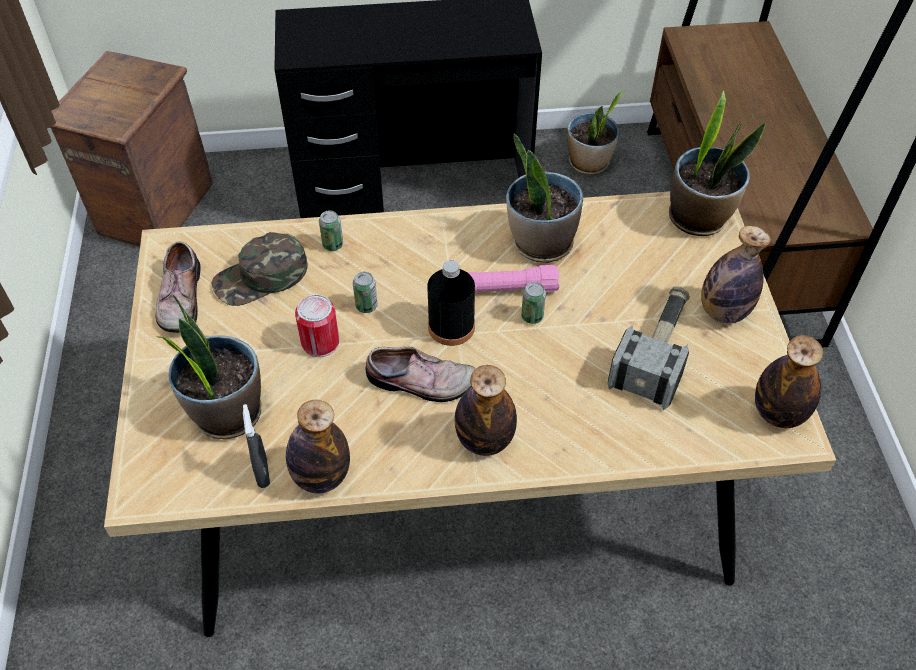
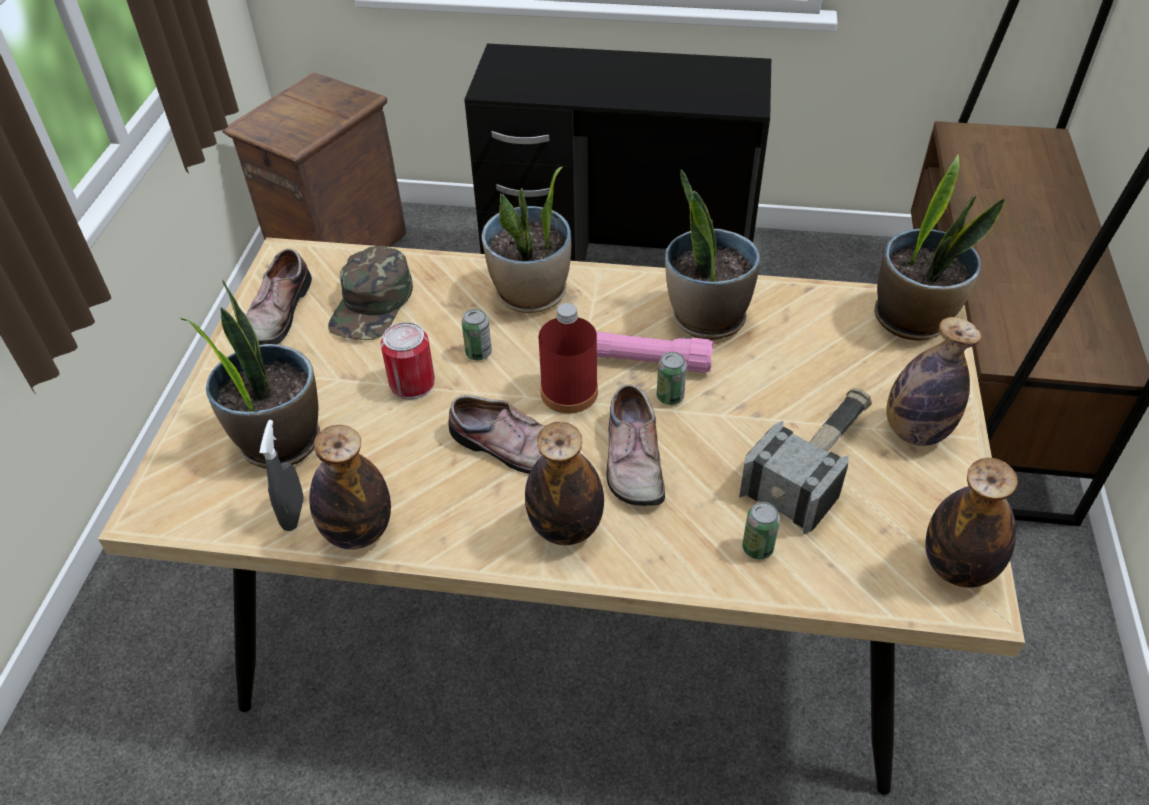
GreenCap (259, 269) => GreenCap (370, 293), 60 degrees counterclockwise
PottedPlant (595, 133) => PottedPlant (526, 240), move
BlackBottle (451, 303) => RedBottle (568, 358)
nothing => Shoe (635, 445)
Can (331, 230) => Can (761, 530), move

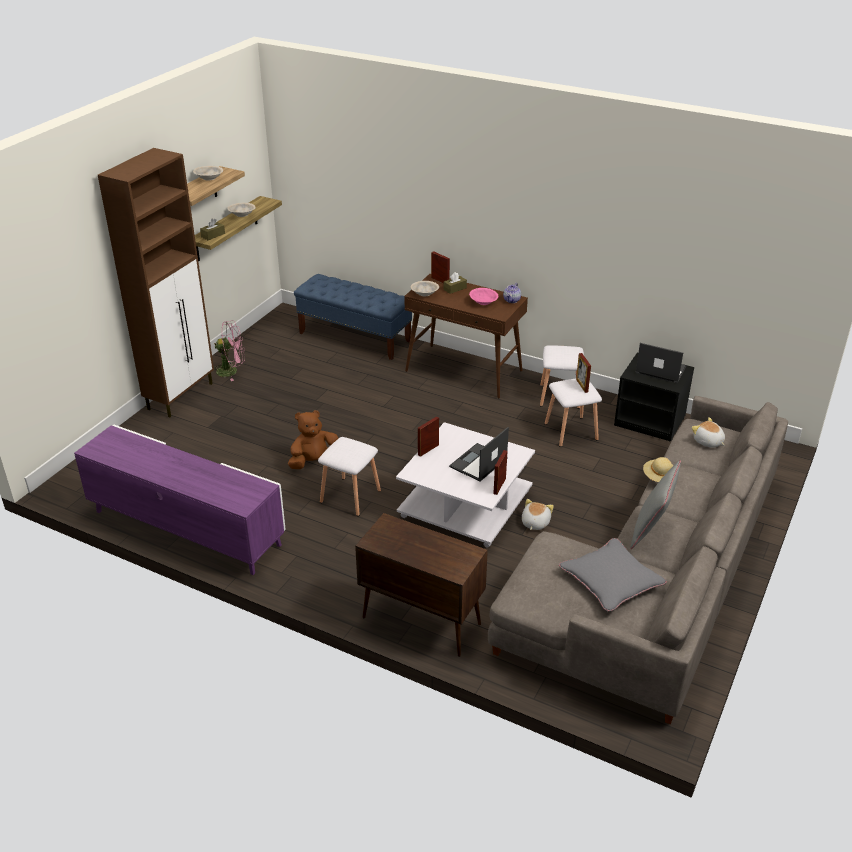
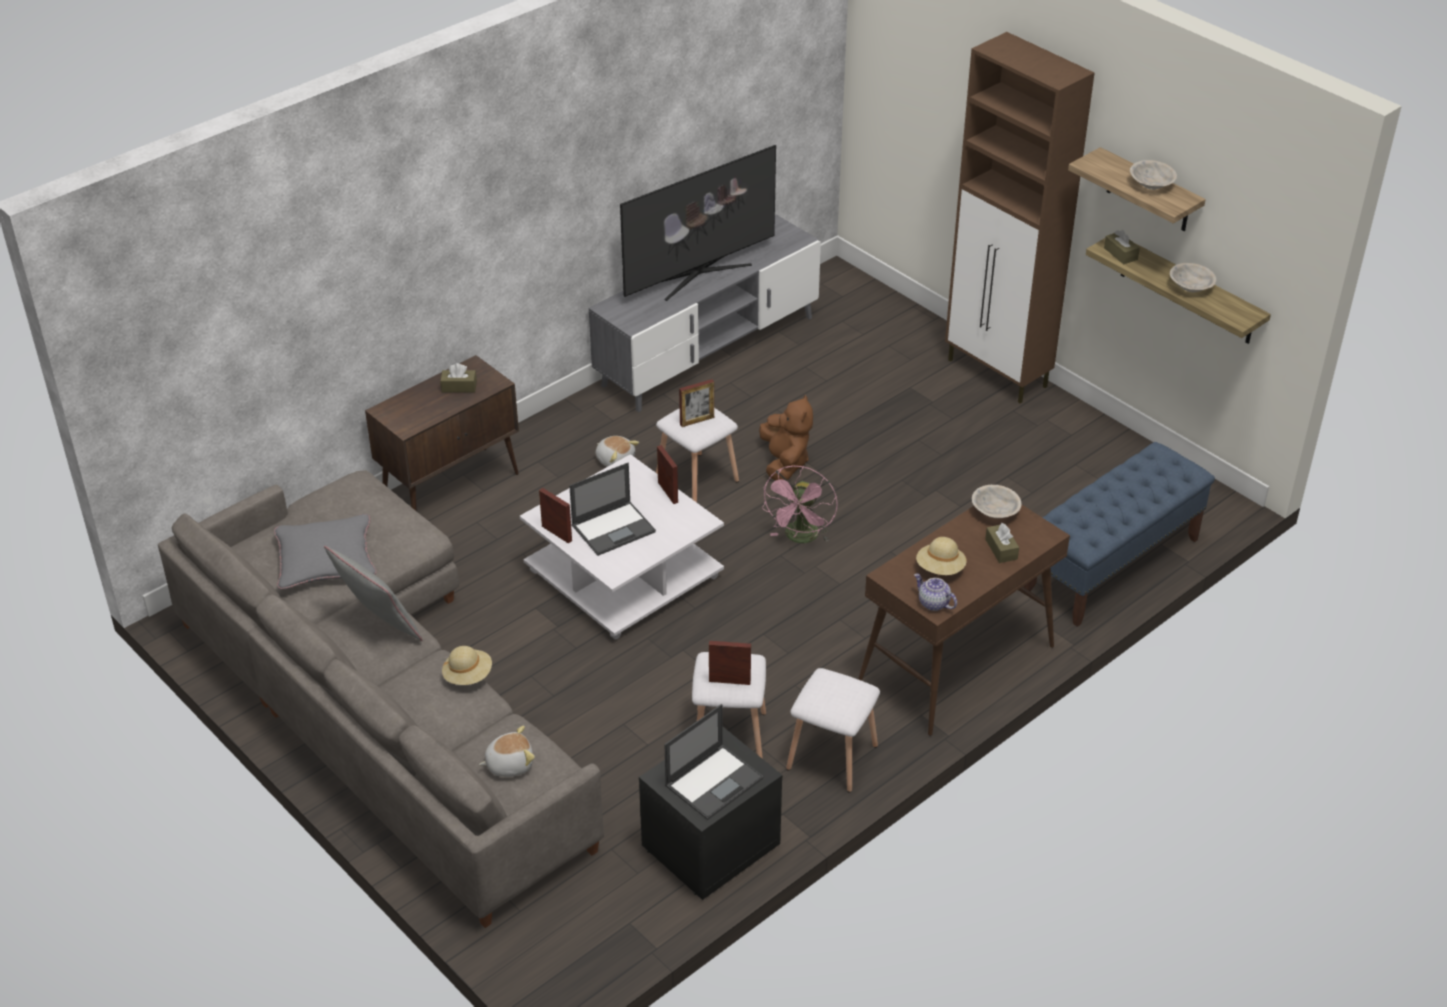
nothing => BrownTissueBox (458, 378)
Laptop (479, 454) => Laptop (612, 509), 90 degrees clockwise
PurpleTvStand (180, 500) => GreyTvStand (705, 313)
PlushToy (538, 514) => PlushToy (617, 451), move
nothing => Television (698, 223)
PictureFrame (440, 267) => PictureFrame (696, 403), move
PinkFan (229, 350) => PinkFan (800, 504), move
PinkBowl (484, 296) => BeigeHat (941, 556)

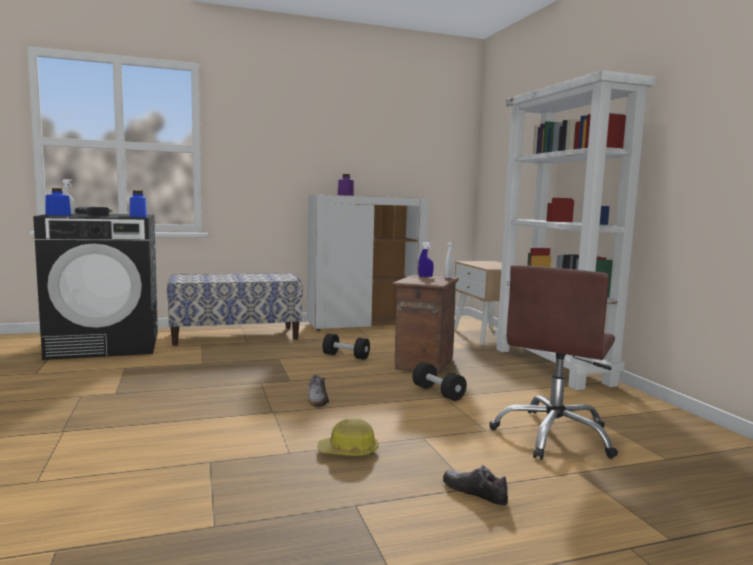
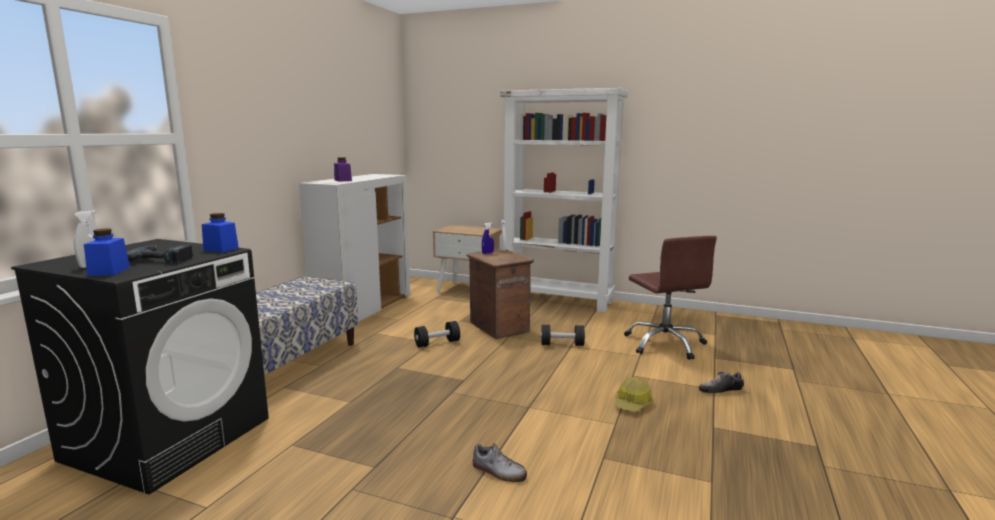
Shoe (318, 391) => Shoe (500, 462), move

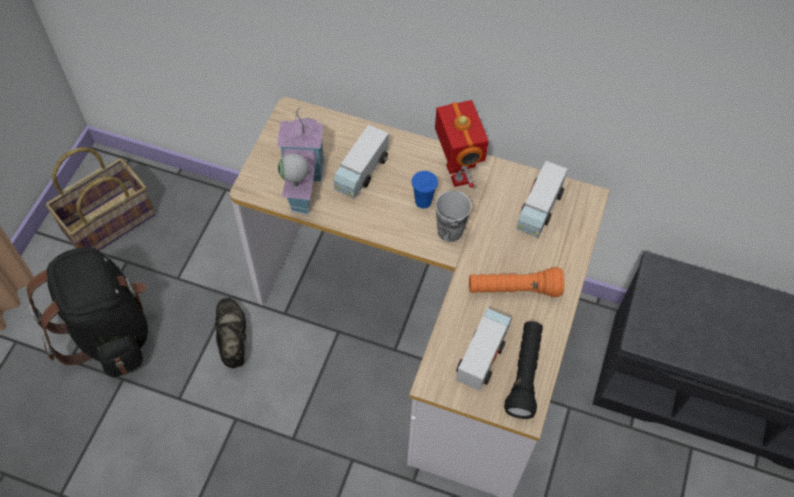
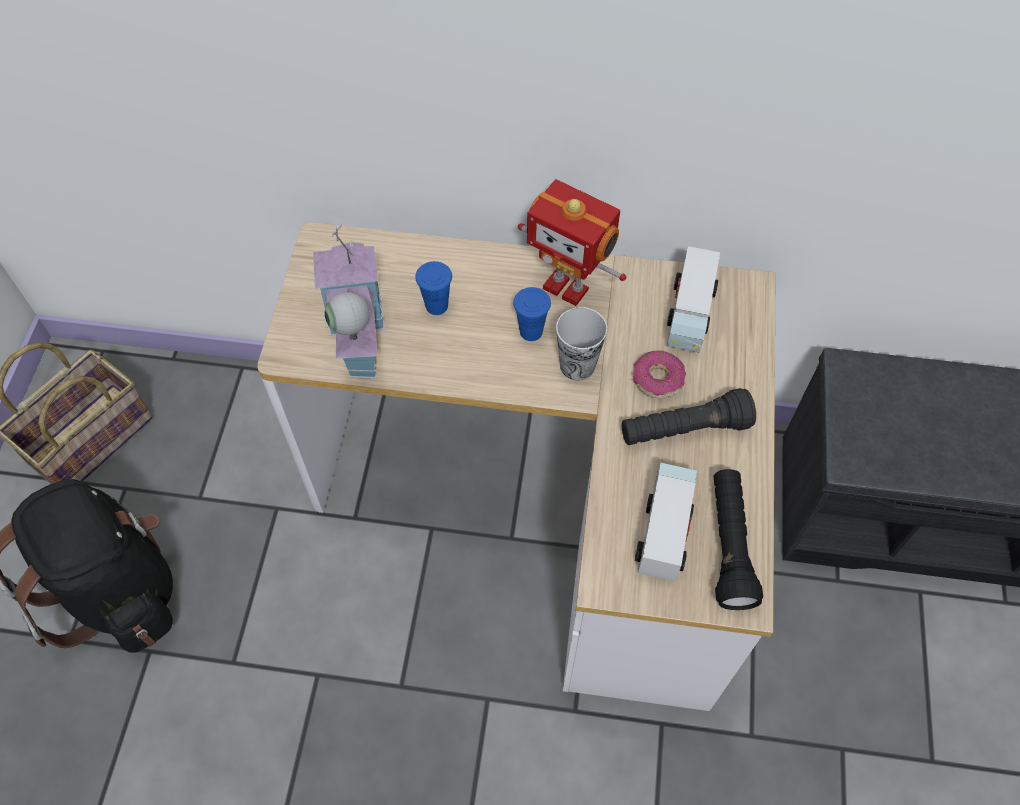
ToyTruck (361, 162) => BlueCup (433, 288)
ToyRobot (462, 144) => ToyRobot (572, 242), 150 degrees clockwise
OrangeFlashlight (516, 282) => BlackFlashlight (689, 416)
nothing => Donut (659, 375)
BlackShoe (230, 333) => nothing

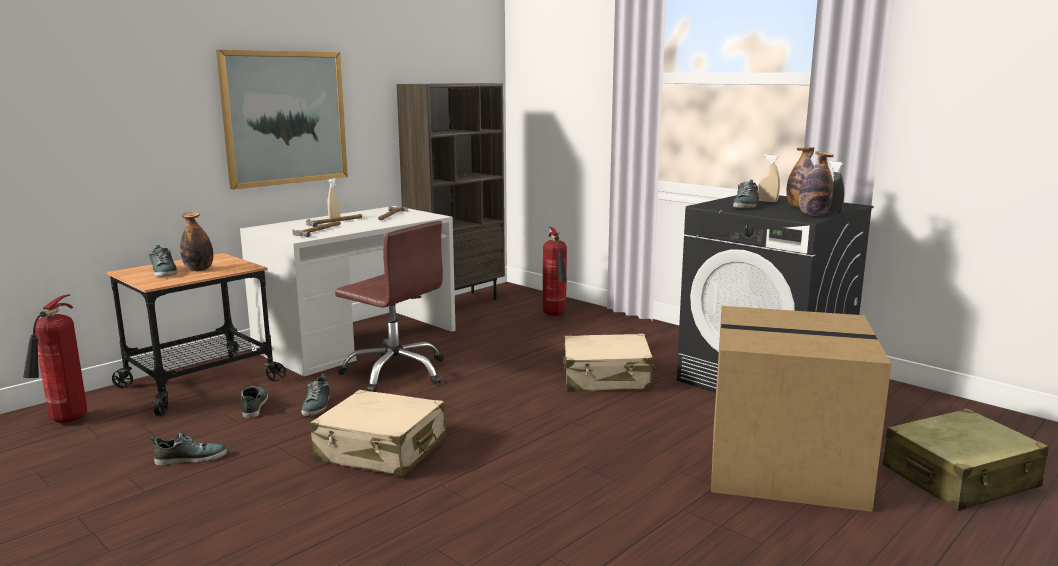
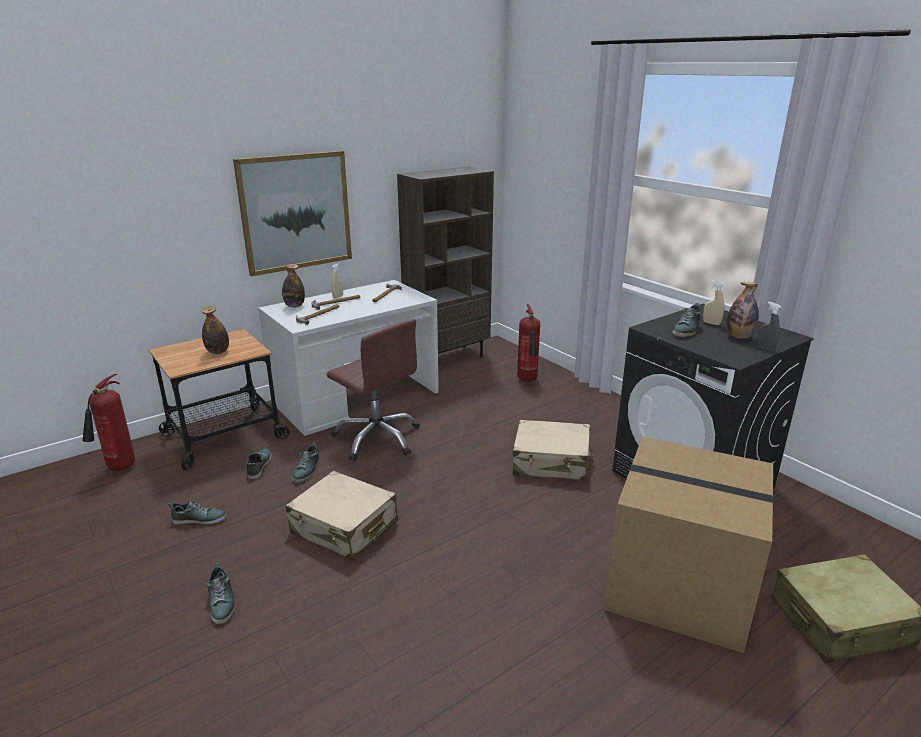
Shoe (163, 261) => Shoe (221, 593), move
Bottle (816, 184) => Bottle (293, 286), move

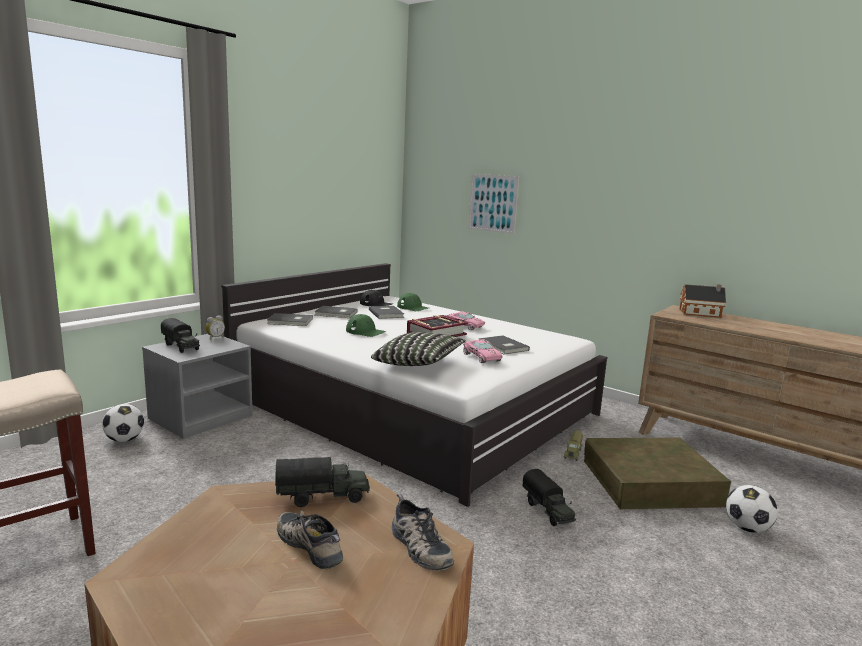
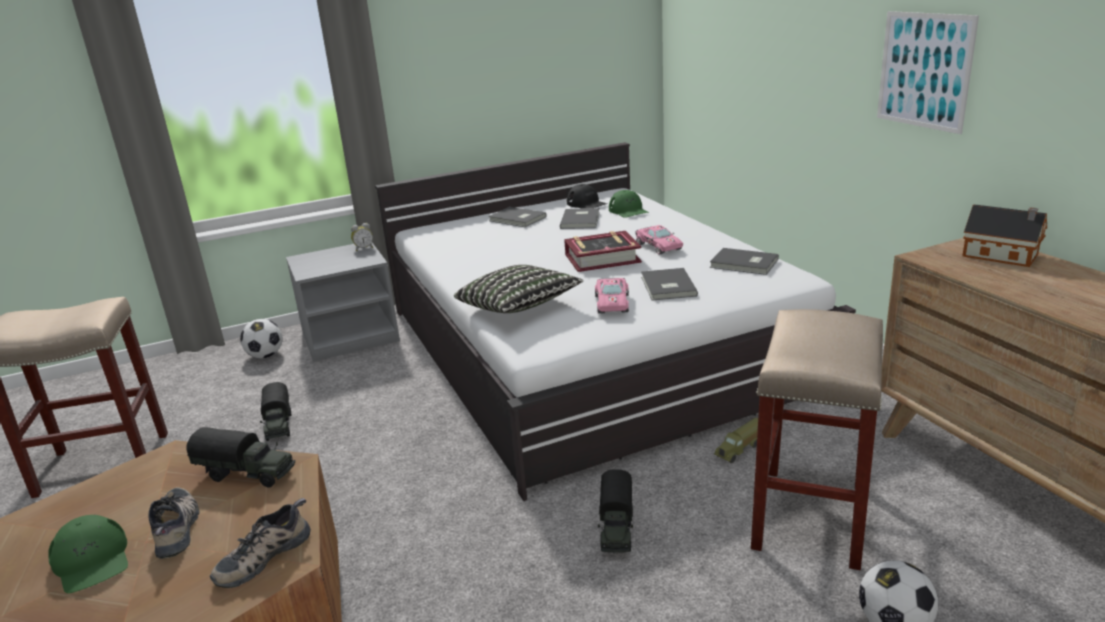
GreenCap (366, 325) => GreenCap (88, 554), move
Shoe (423, 532) => Shoe (260, 543), 45 degrees clockwise
ToyTruck (180, 335) => ToyTruck (275, 411), move
GreyBook (290, 319) => GreyBook (744, 261), move
BrownStorageBox (657, 473) => BeigeStool (817, 439)
Picture (493, 204) => Picture (928, 72), move

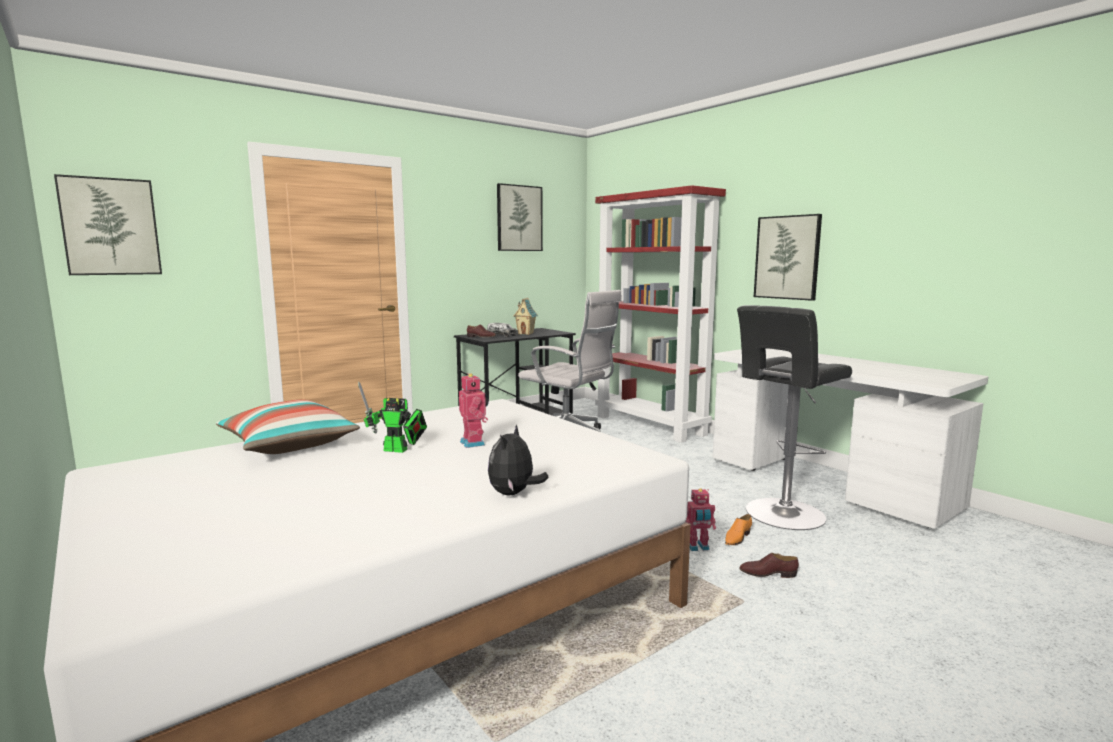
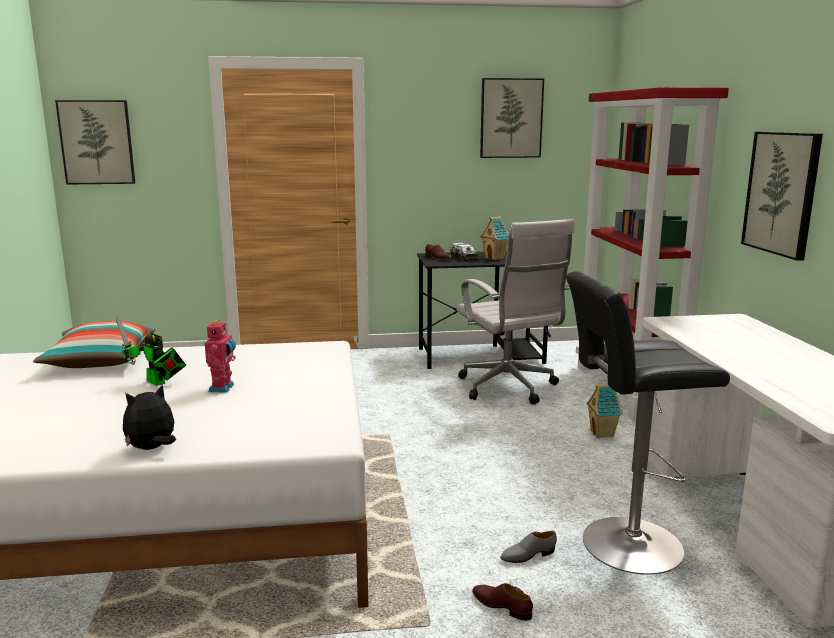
OrangeShoe (738, 529) => GreyShoe (529, 547)
nothing => ToyHouse (604, 411)
ToyRobot (700, 519) => nothing

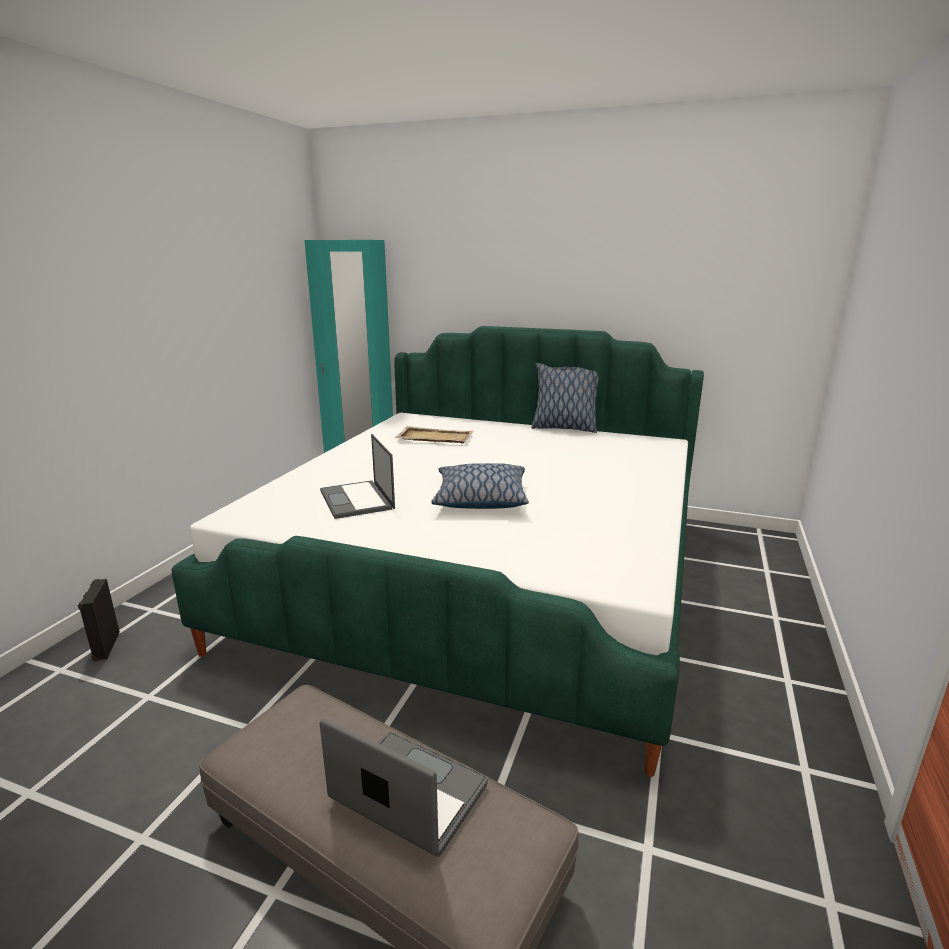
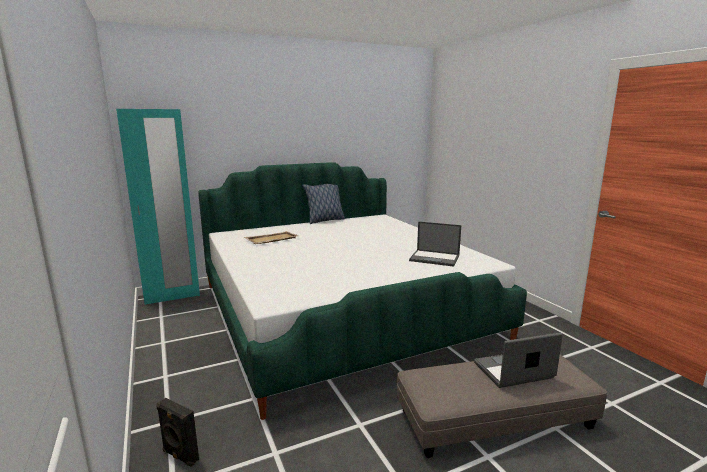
Laptop (357, 476) => Laptop (435, 244), move
Pillow (480, 486) => nothing

